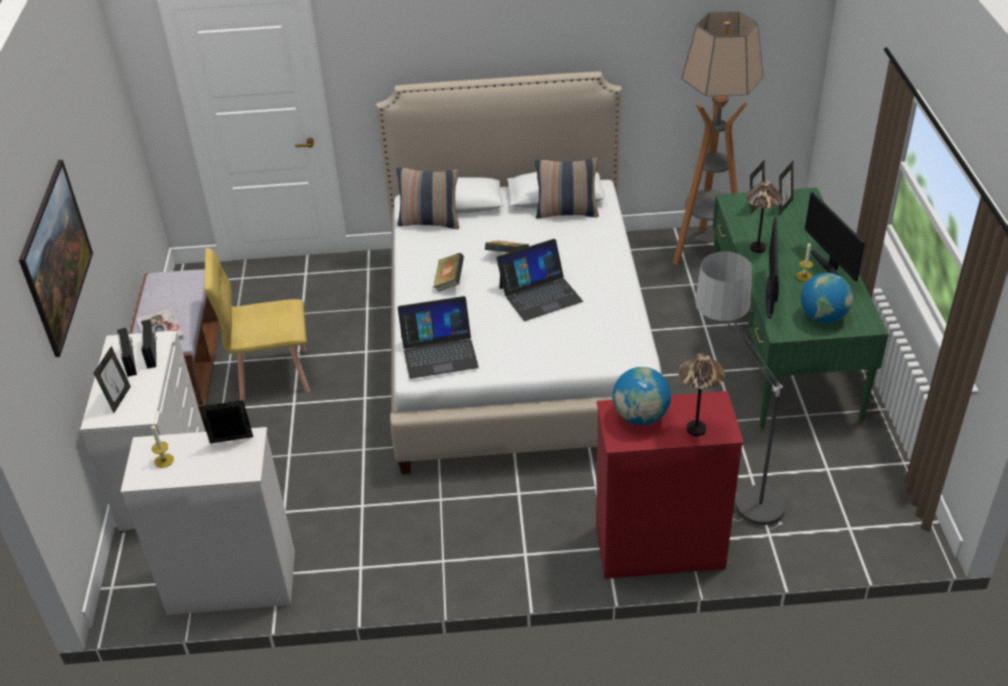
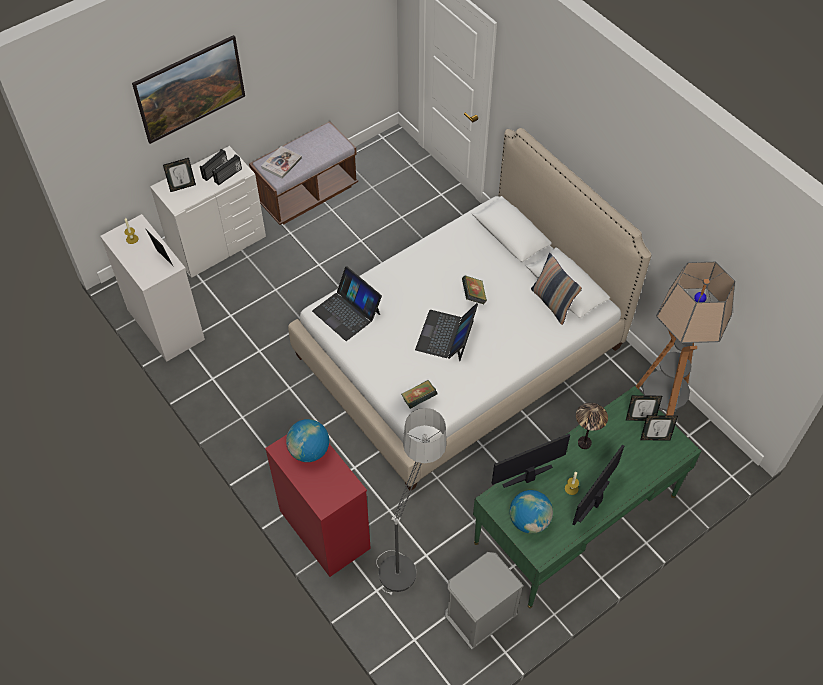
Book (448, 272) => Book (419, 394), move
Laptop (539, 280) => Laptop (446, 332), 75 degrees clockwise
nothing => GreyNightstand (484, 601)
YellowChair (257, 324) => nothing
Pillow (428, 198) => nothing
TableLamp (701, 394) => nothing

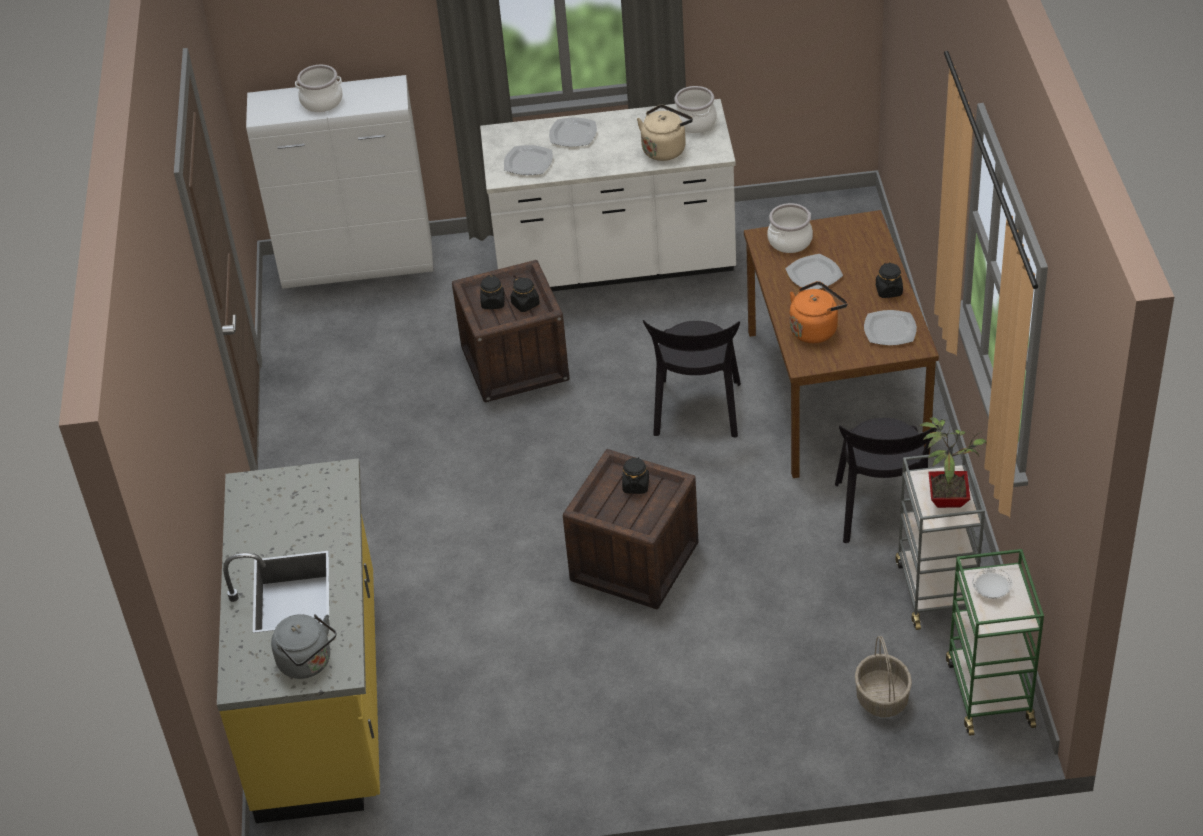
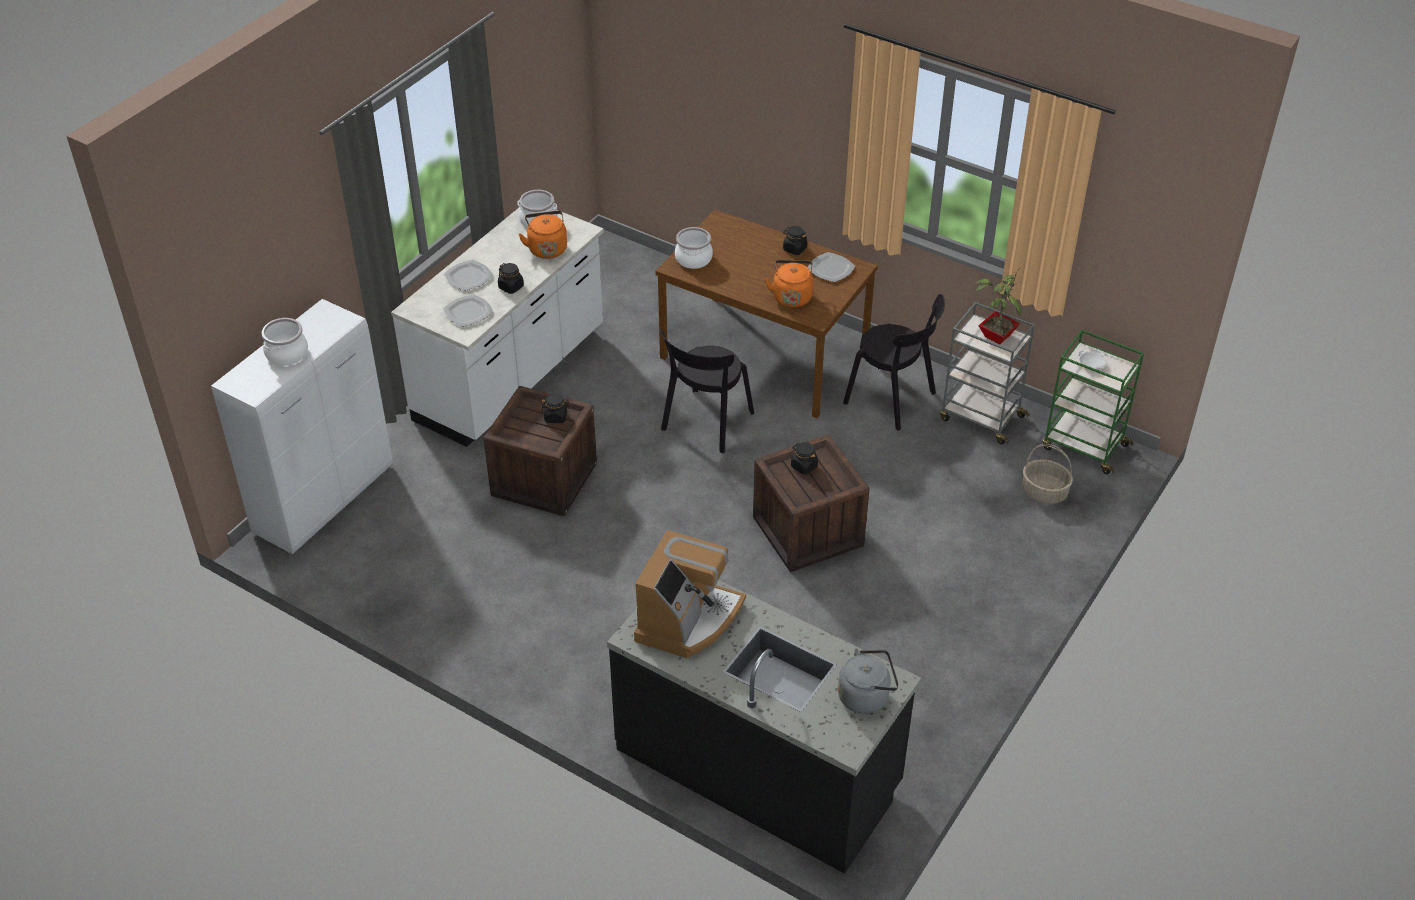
BlackJar (492, 292) => BlackJar (511, 278), move
BeigeKettle (665, 133) => OrangeKettle (542, 235)
YellowCounter (298, 640) => BlackCounter (764, 727)
nothing => CoffeeMachine (690, 594)
BlackChair (692, 379) => BlackChair (707, 391), 75 degrees clockwise
Plate (814, 272) => nothing

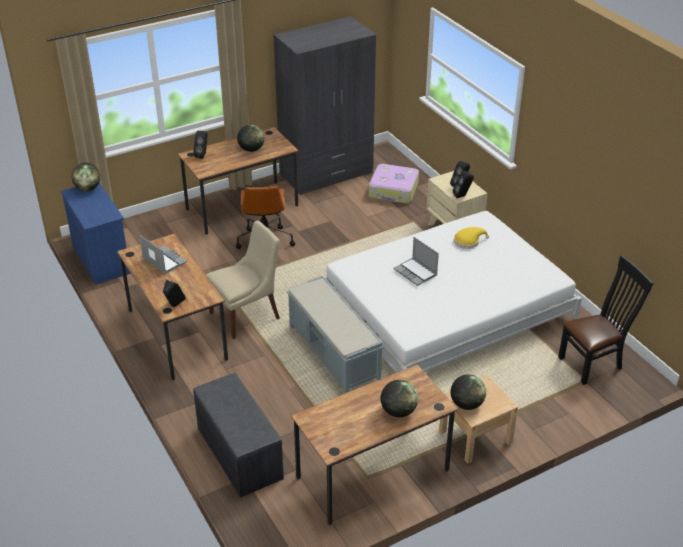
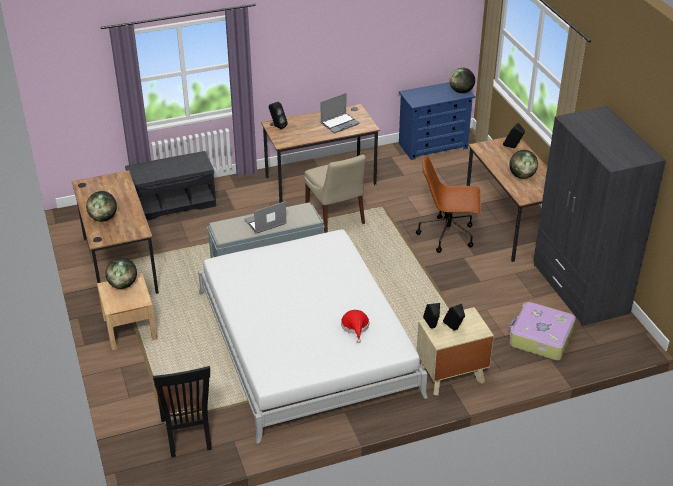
Laptop (416, 261) => Laptop (265, 217), move
YellowHat (471, 238) => RedHat (355, 326)

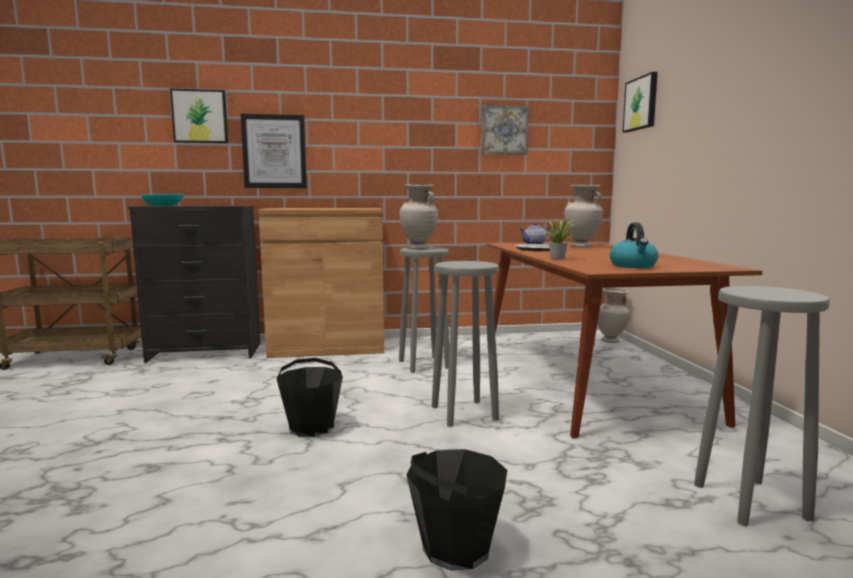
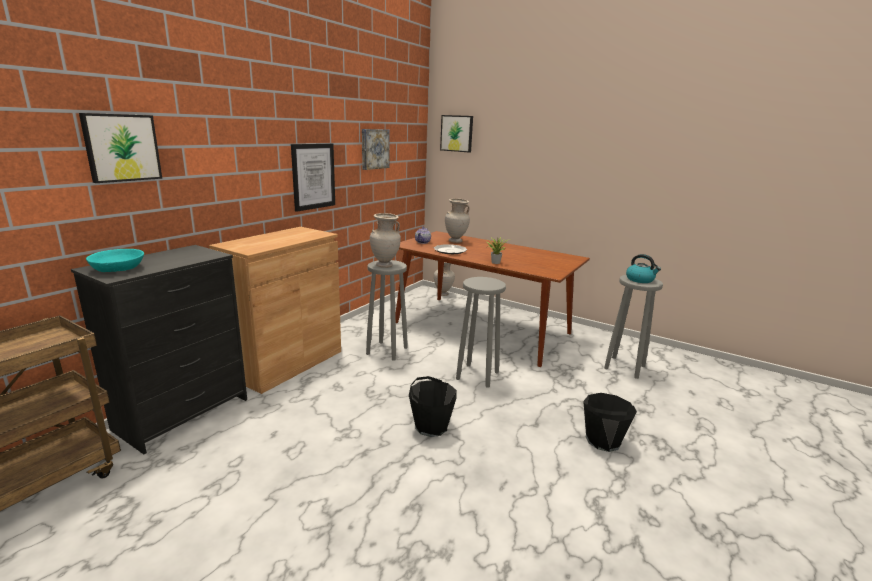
Picture (273, 151) => Picture (313, 177), move
Kettle (634, 245) => Kettle (643, 268), move

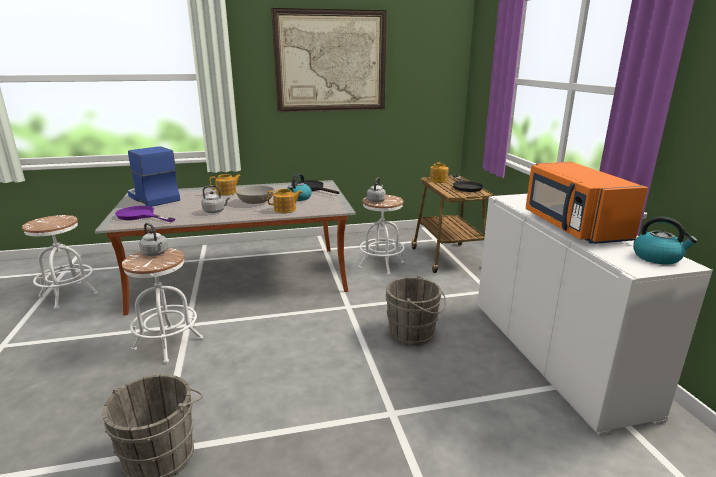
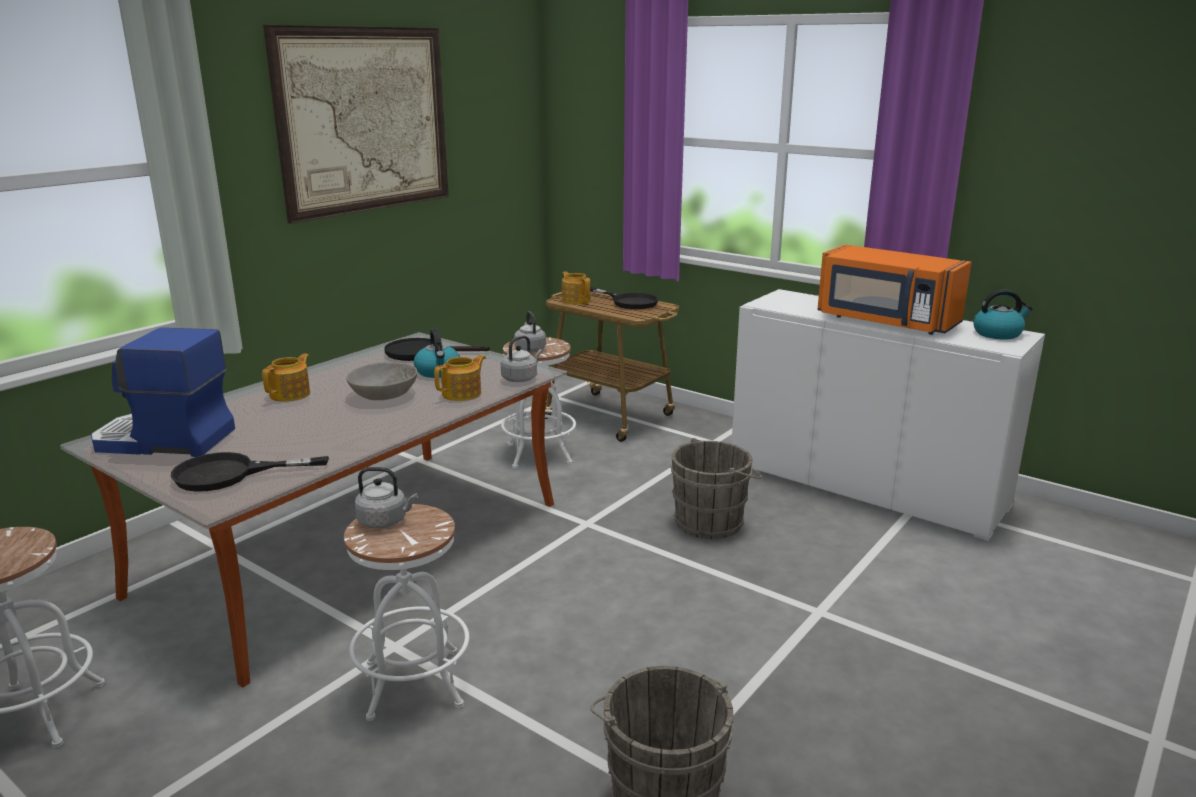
PurpleFryingPan (145, 214) => BlackFryingPan (250, 472)
GreyKettle (215, 199) => GreyKettle (521, 358), move

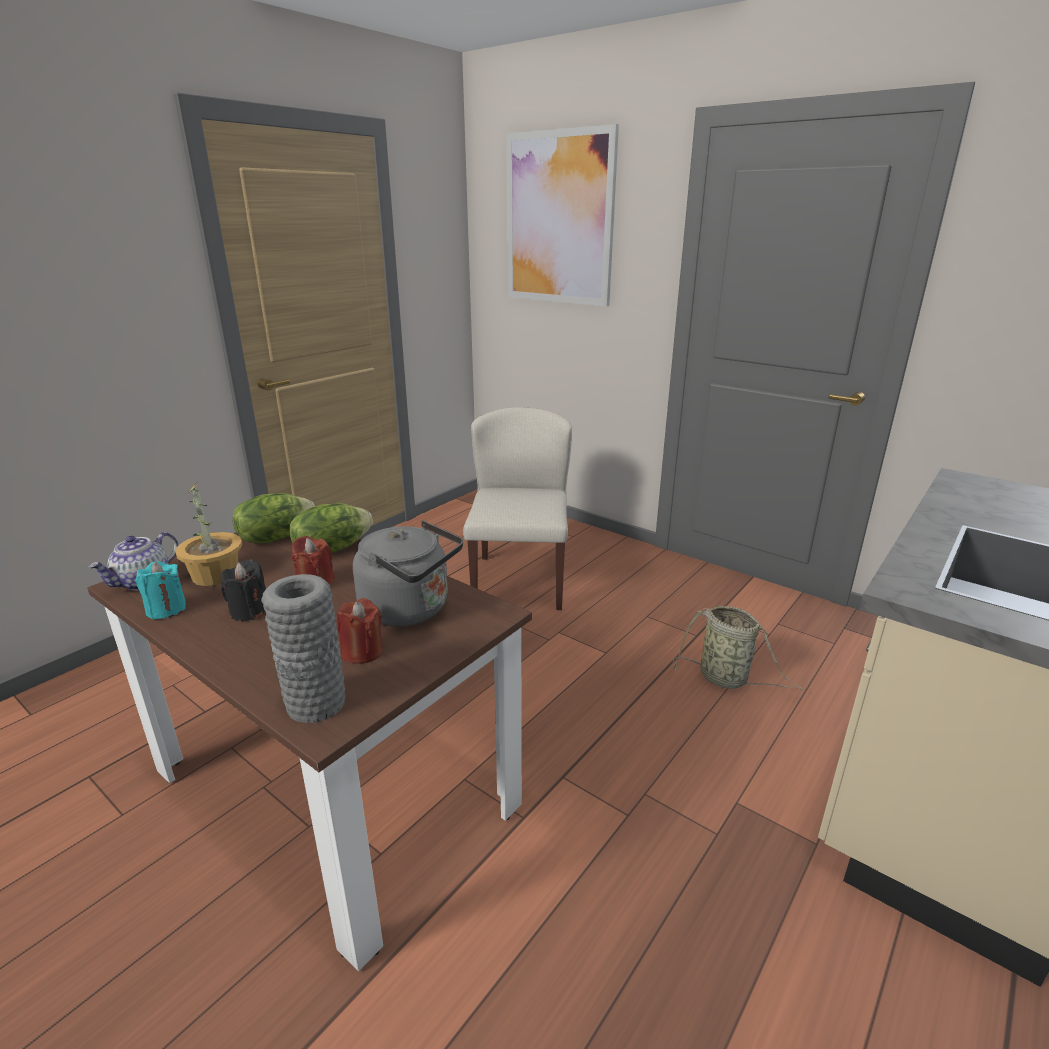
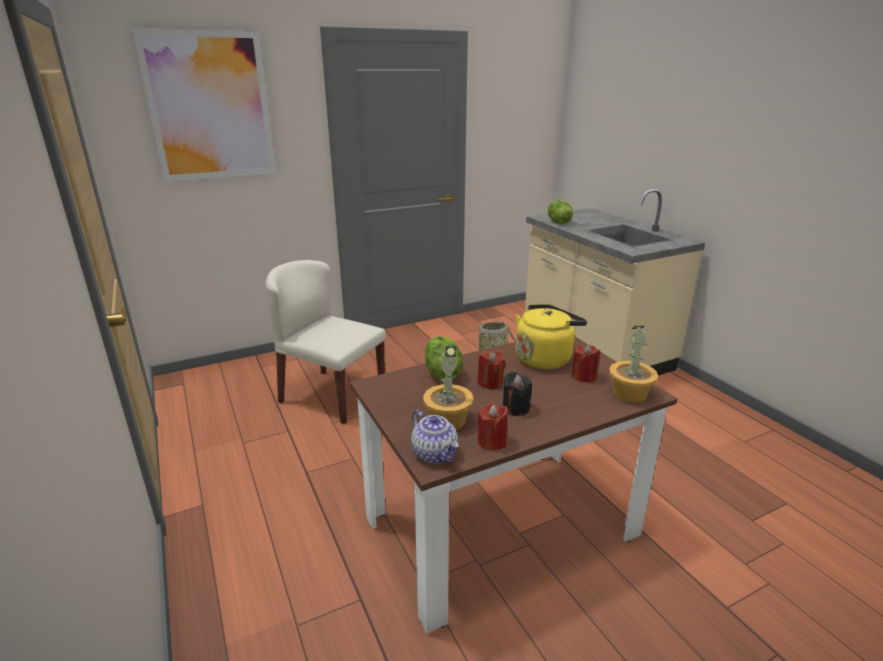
TurquoiseCandle (161, 590) => RedCandle (493, 427)
GreyKettle (408, 573) => YellowKettle (551, 336)
Lettuce (273, 518) => Lettuce (560, 212), move
GreyVase (303, 648) => PottedPlant (633, 364)

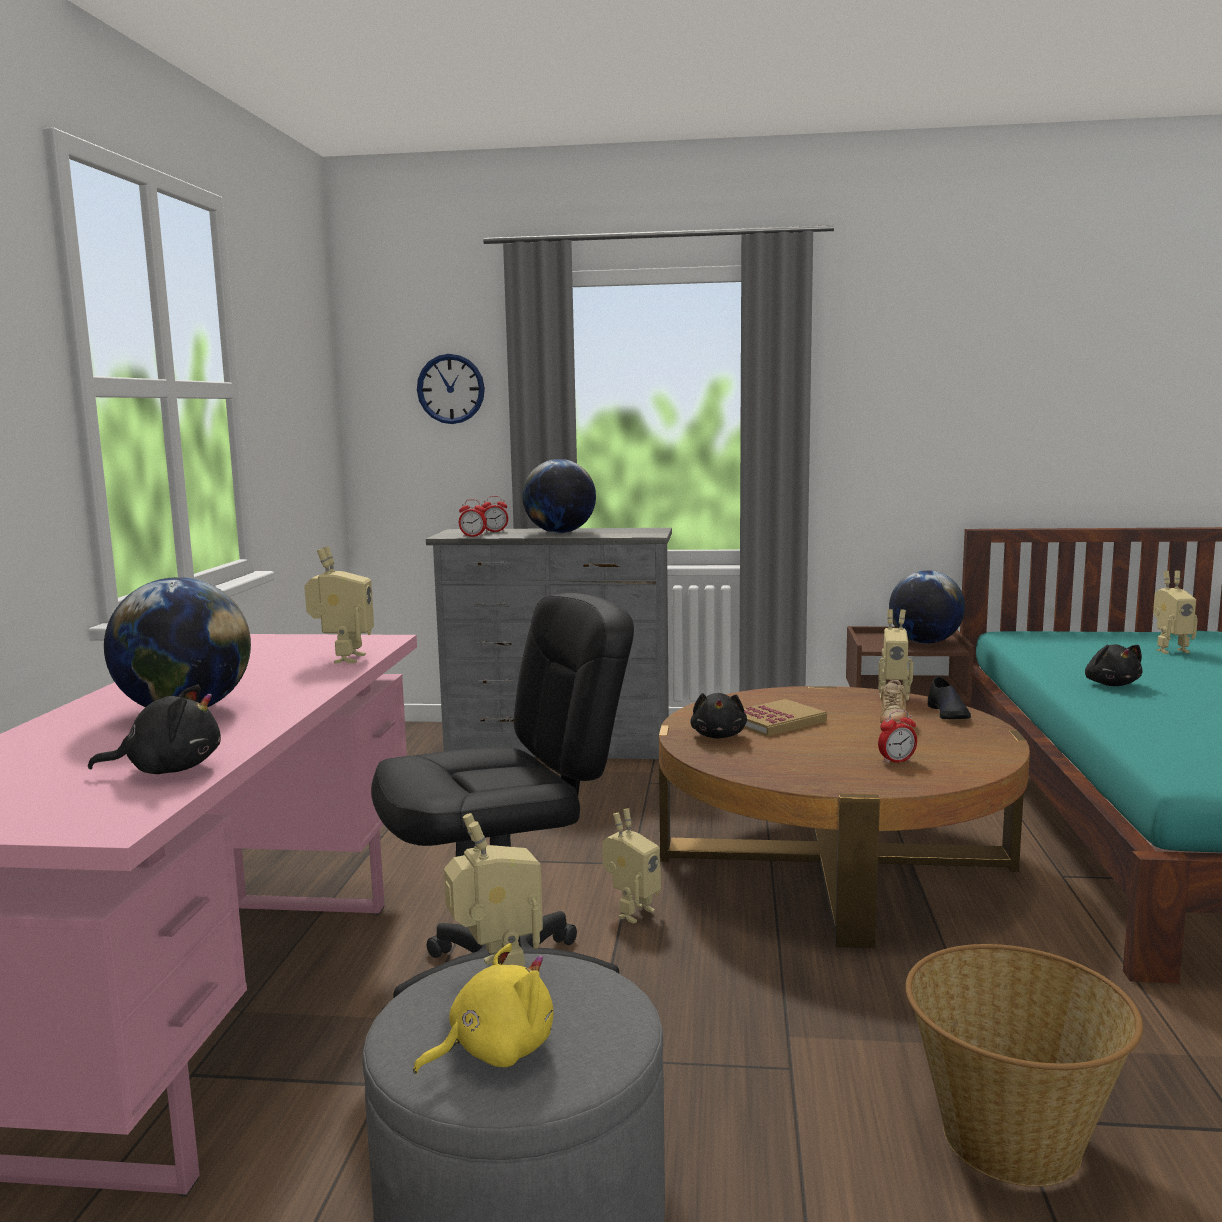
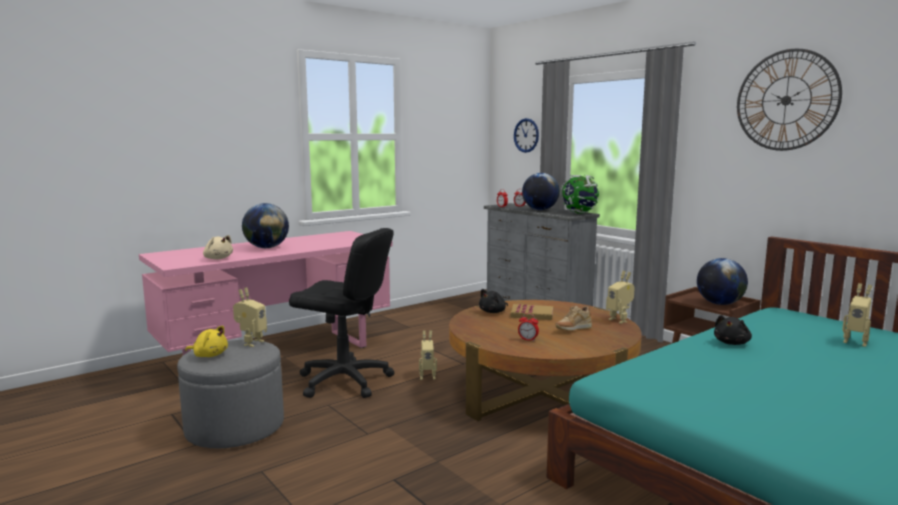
BlackPlushToy (154, 729) => BeigePlushToy (218, 247)
nothing => Globe (579, 194)
nothing => WallClock (789, 100)
ToyRobot (339, 604) => nothing
Basket (1024, 1065) => nothing
BlackShoe (949, 697) => nothing

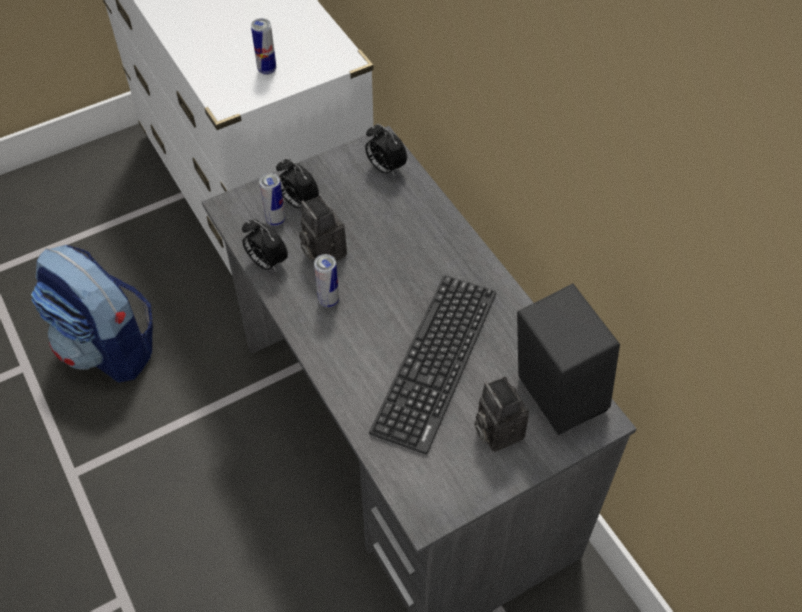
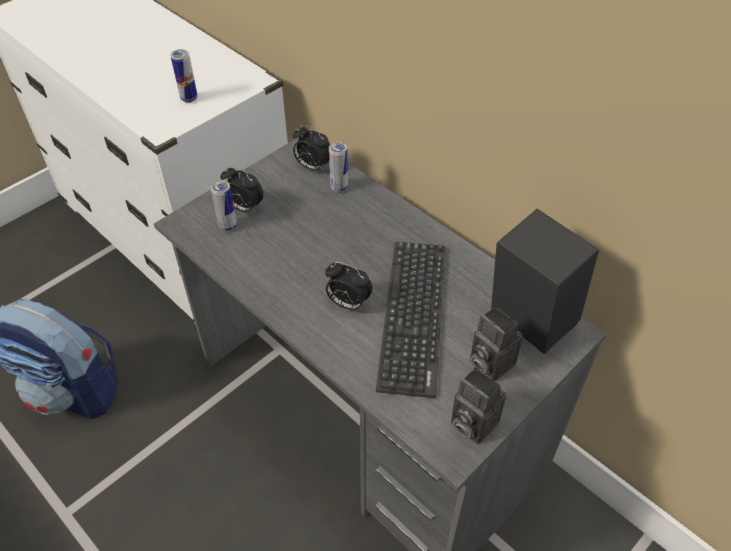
AlarmClock (265, 245) => AlarmClock (349, 286), move
Can (326, 281) => Can (338, 167), move
PhotoCamera (323, 228) => PhotoCamera (478, 405), move

